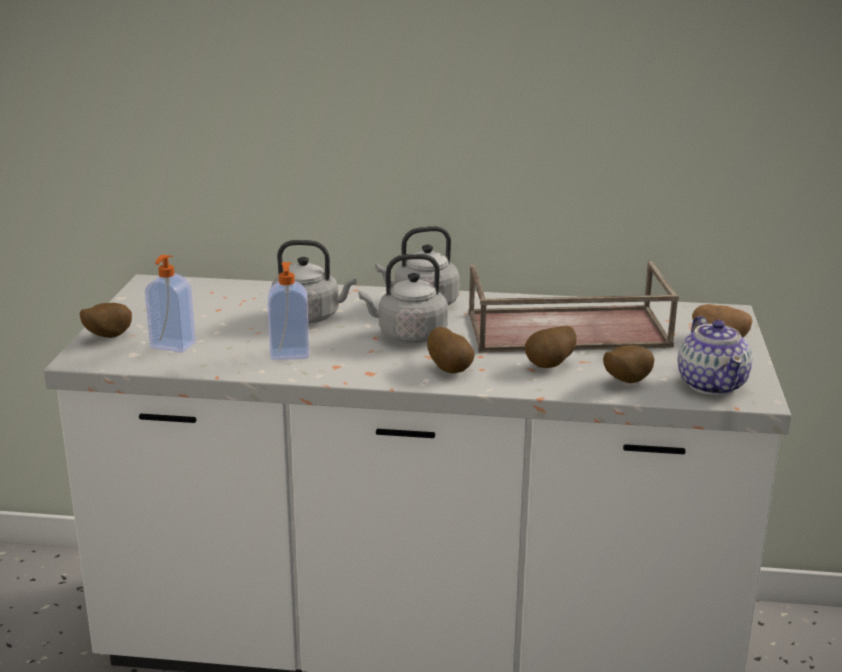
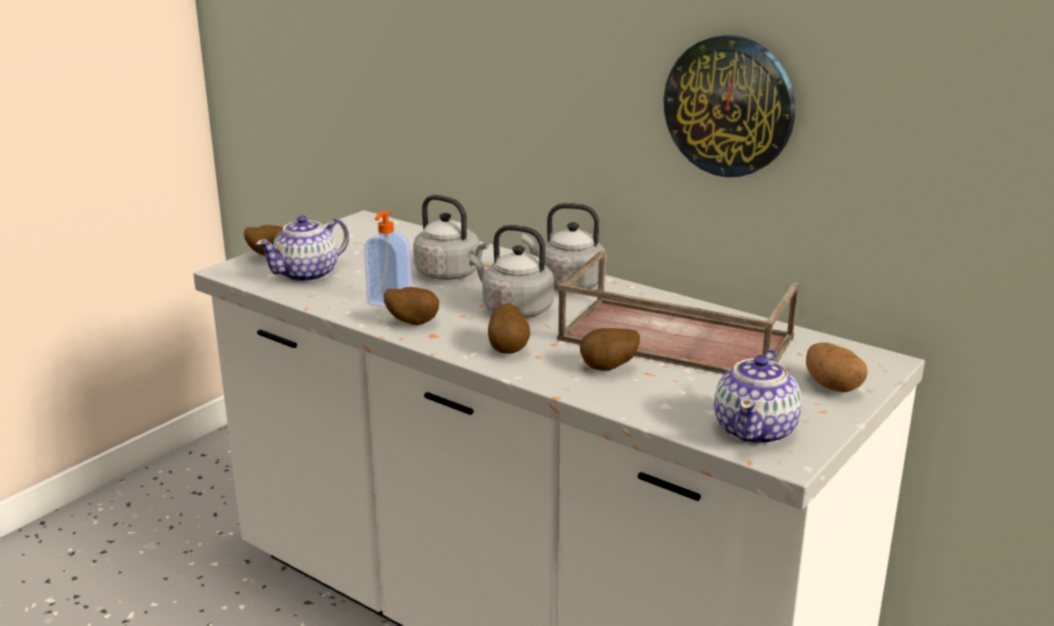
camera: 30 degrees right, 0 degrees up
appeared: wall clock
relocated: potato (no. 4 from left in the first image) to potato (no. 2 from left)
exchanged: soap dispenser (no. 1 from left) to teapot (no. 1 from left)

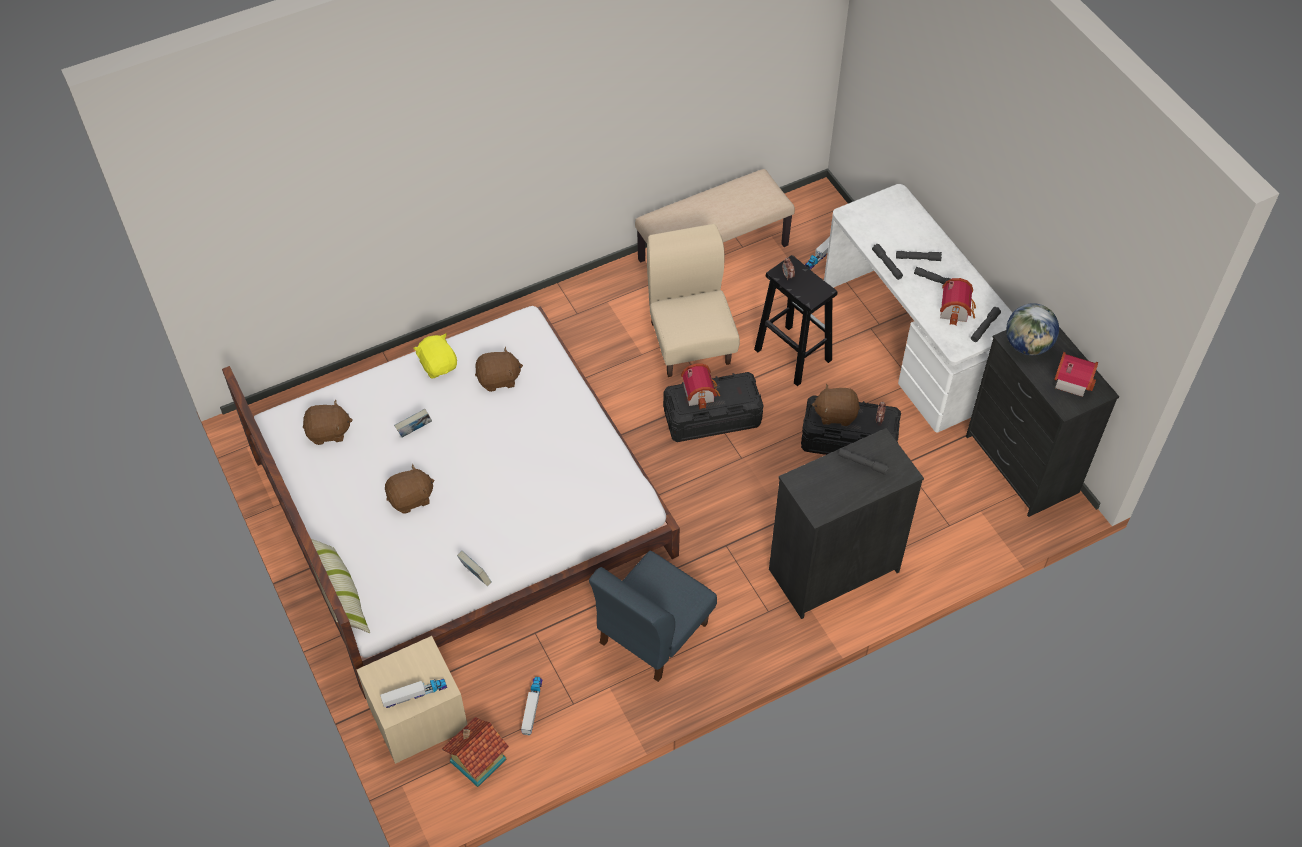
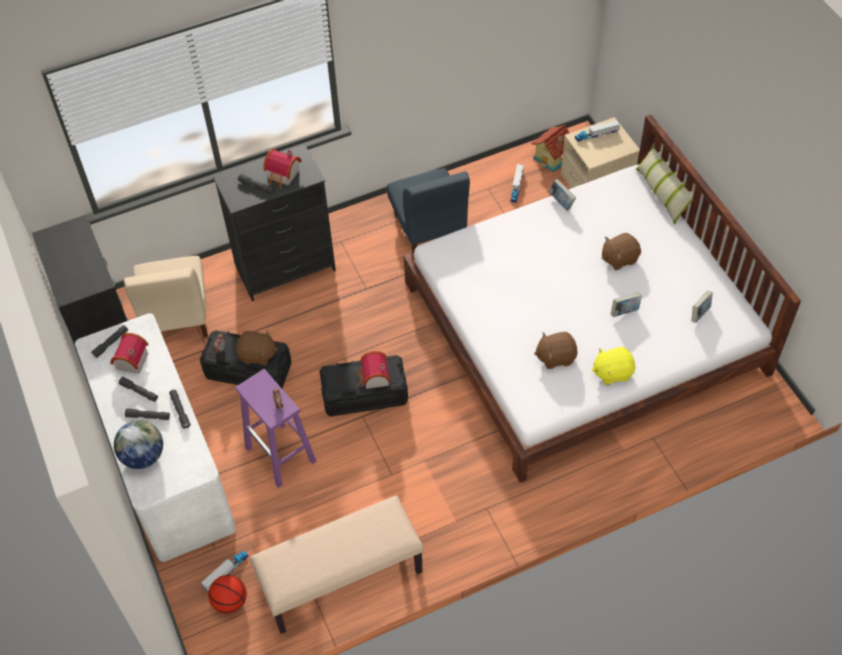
camera: 175 degrees left, 0 degrees up
appeared: basketball
relocated: beige chair; globe; toy house (no. 4 from left in the first image) to toy house (no. 2 from left)
exchanged: brown plush toy (no. 1 from left) to book (no. 3 from left)
colour: black stool to purple stool
spun: yellow plush toy 105 degrees clockwise; blue chair 120 degrees clockwise

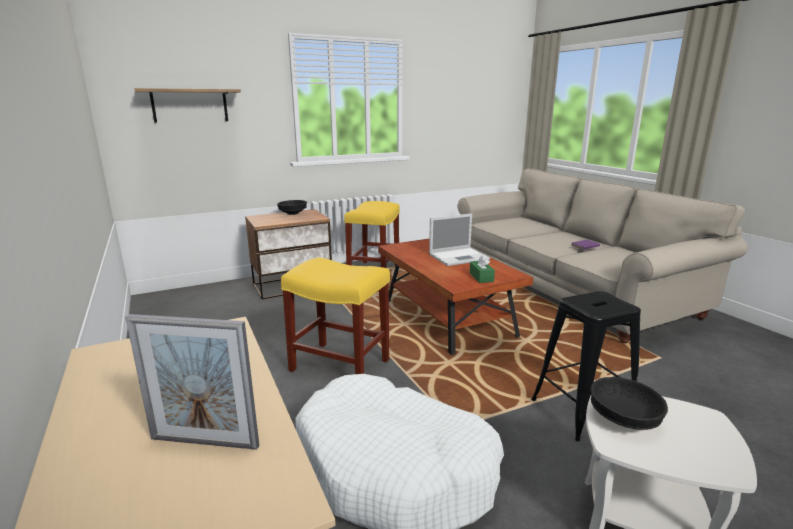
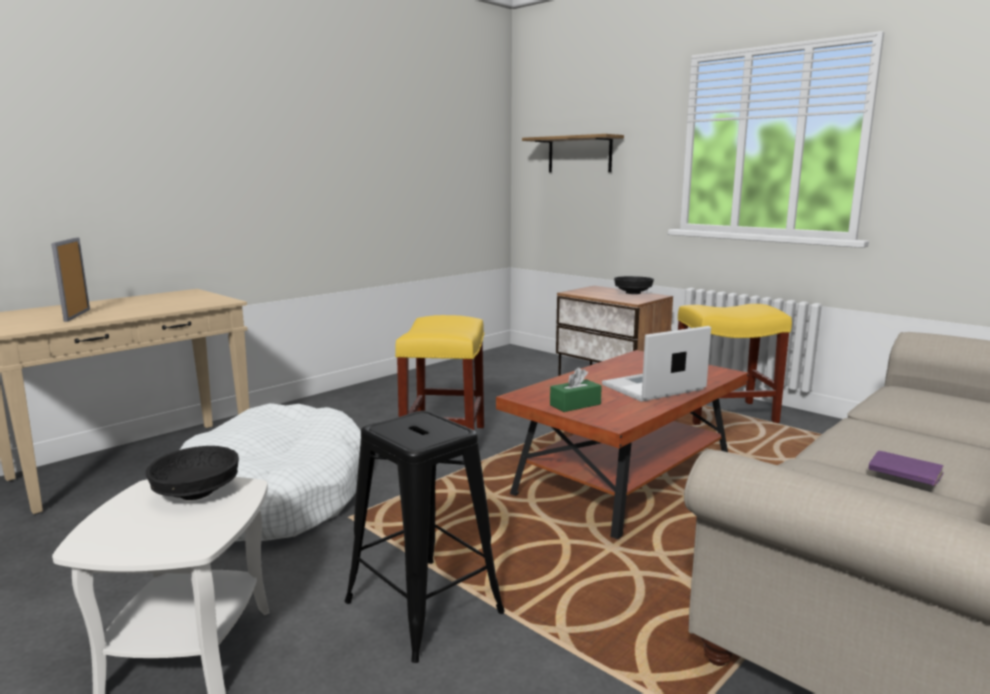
camera: 70 degrees right, 5 degrees down
spun: laptop 105 degrees clockwise

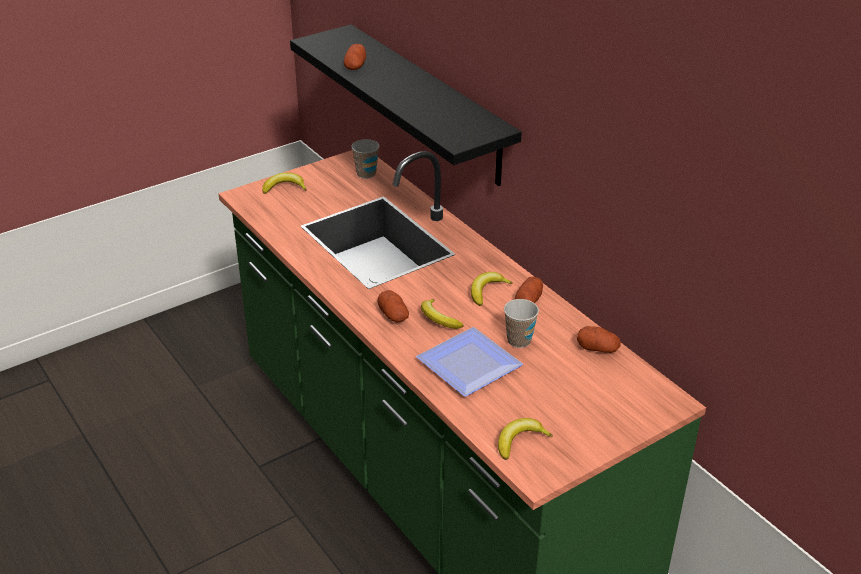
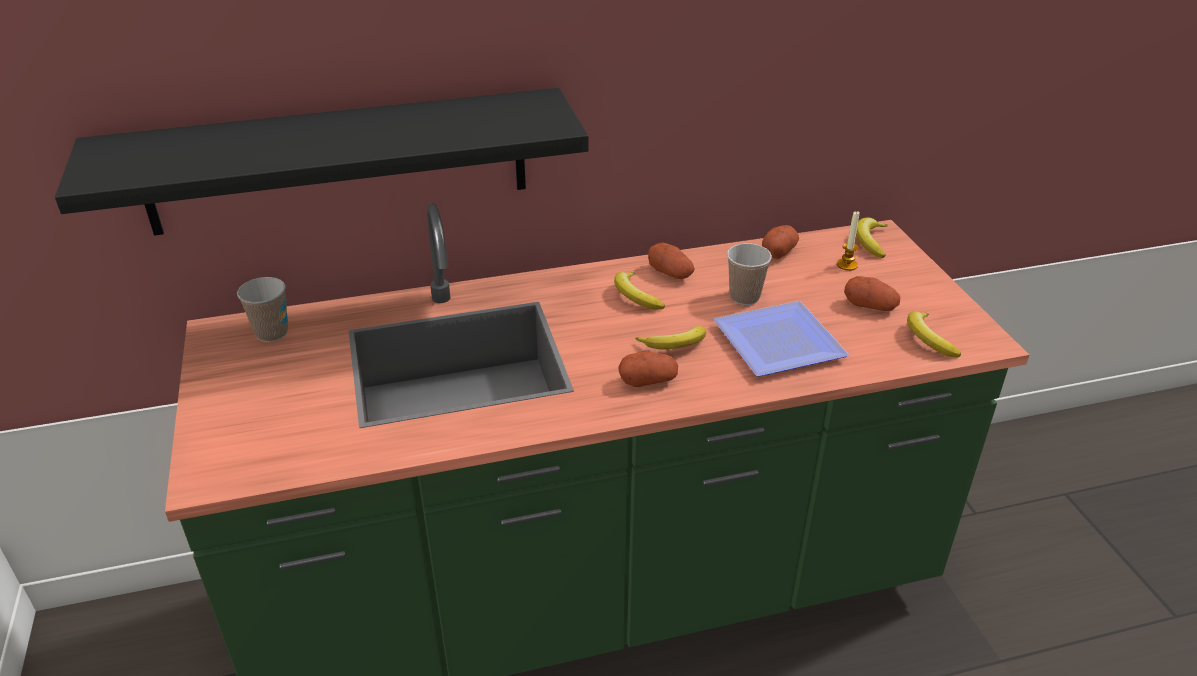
camera: 70 degrees left, 0 degrees up
appeared: candle
relocated: potato (no. 1 from left in the first image) to potato (no. 4 from left); banana (no. 1 from left in the first image) to banana (no. 3 from left)

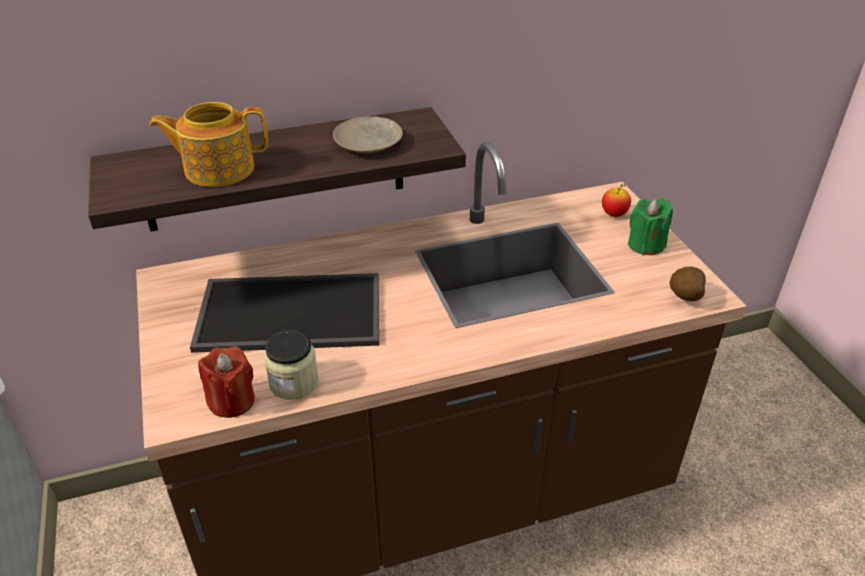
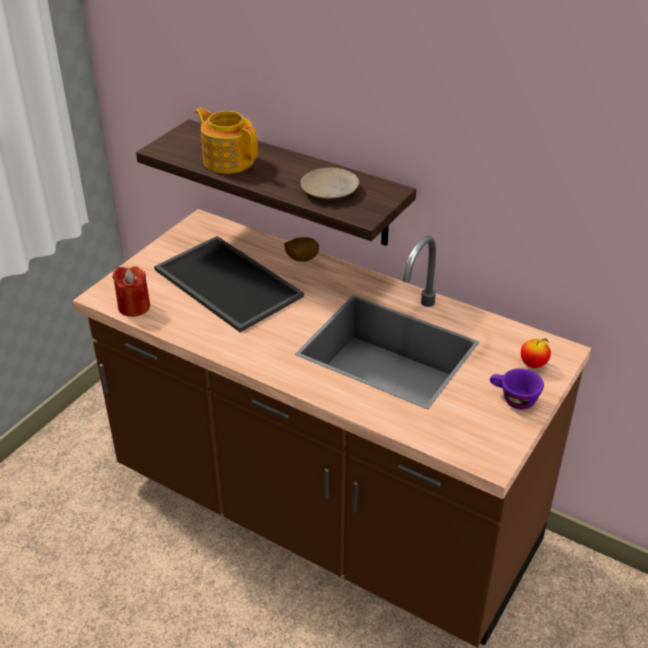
camera: 50 degrees right, 0 degrees up
missing: jar
relocated: potato
exchanged: green candle to purple cup

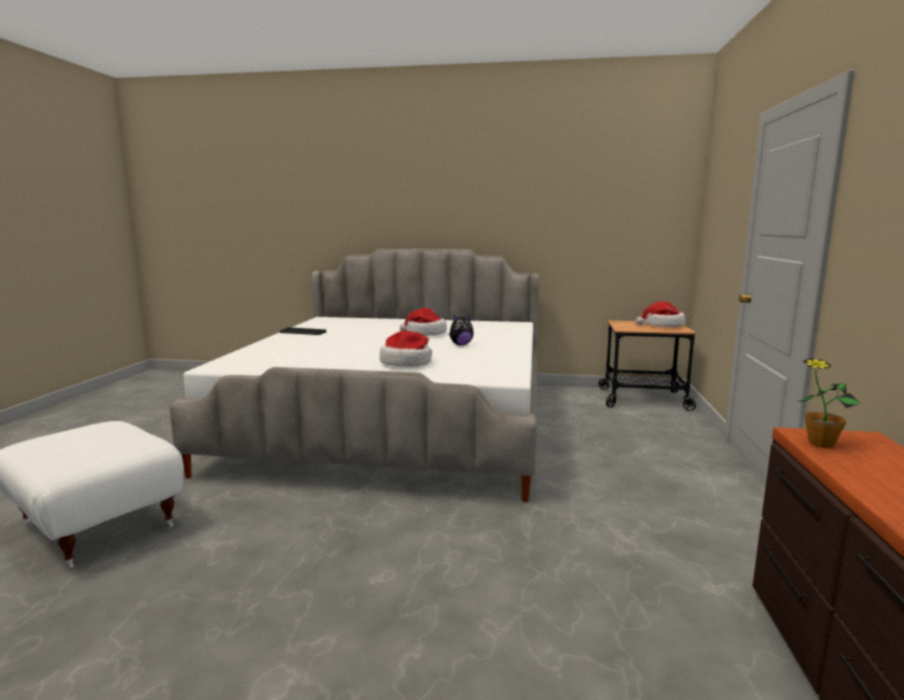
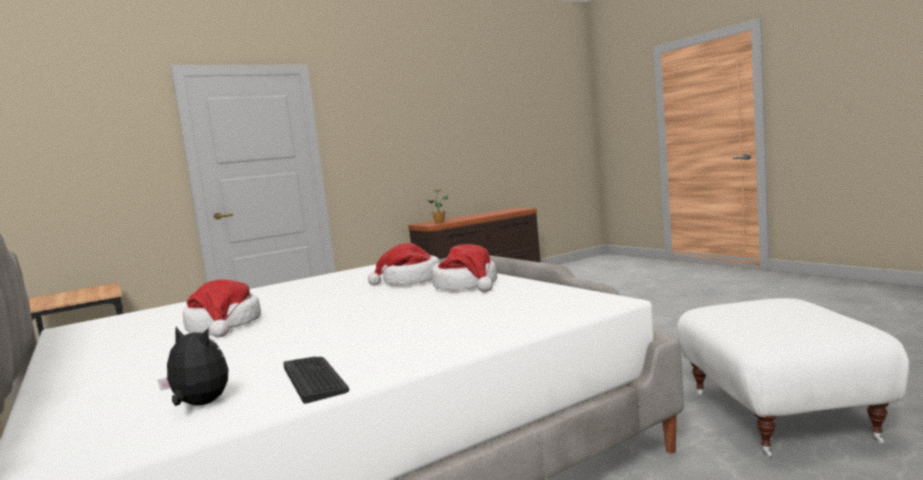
camera: 130 degrees left, 5 degrees down
relocated: hat (no. 3 from left); plush toy

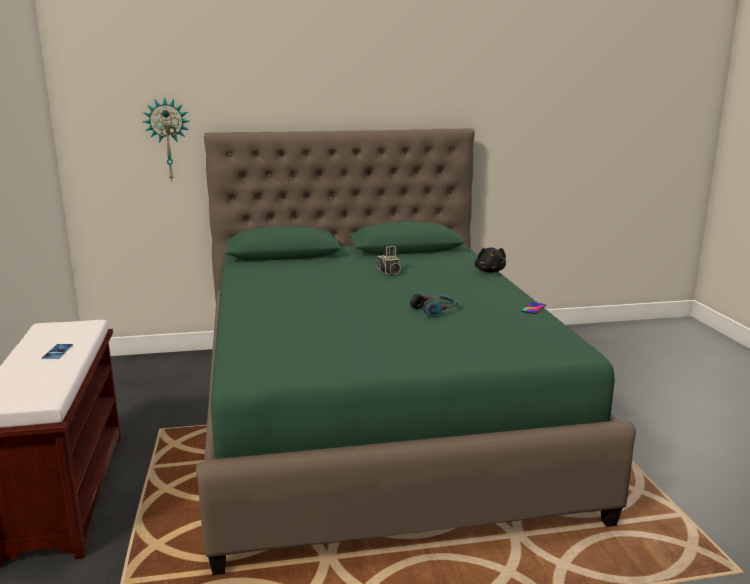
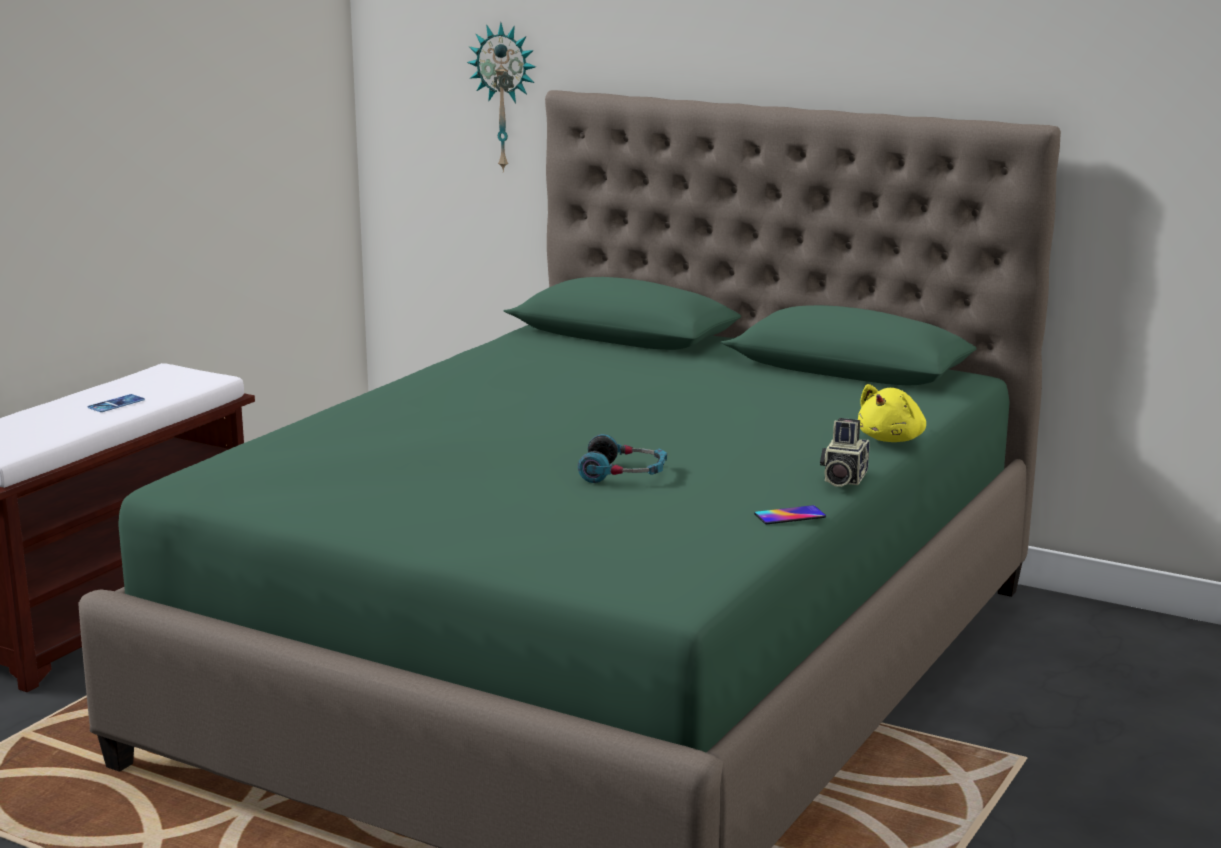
camera: 40 degrees right, 0 degrees up
relocated: photo camera
colour: black plush toy to yellow plush toy

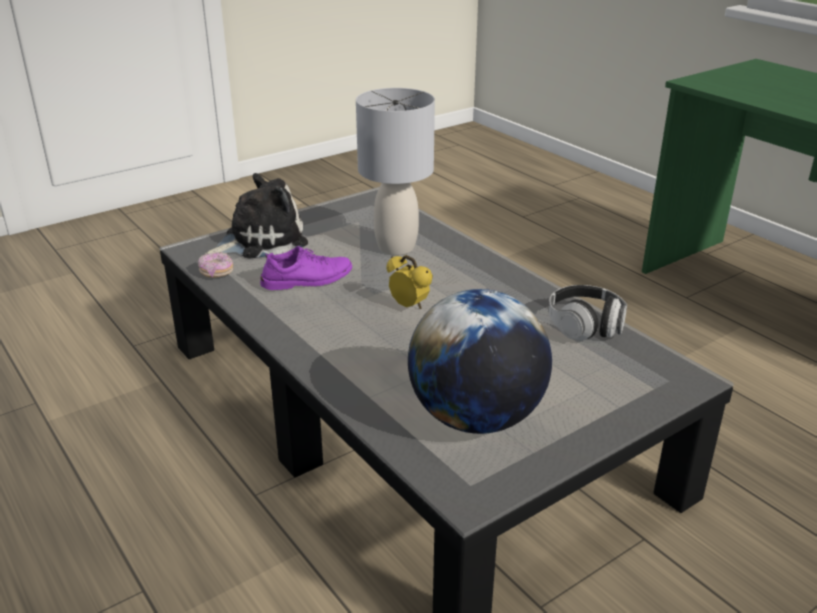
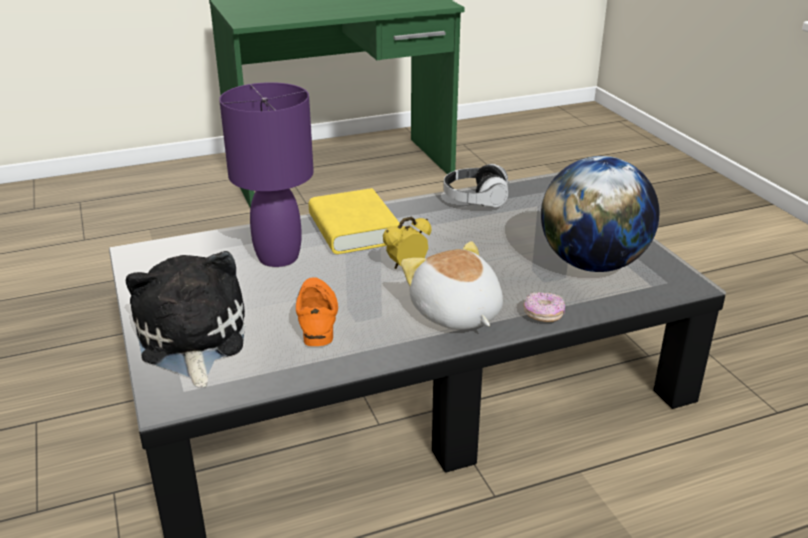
camera: 75 degrees left, 0 degrees up
appeared: yellow book; plush toy (no. 2 from left)
relocated: donut
colour: grey table lamp to purple table lamp; purple shoe to orange shoe

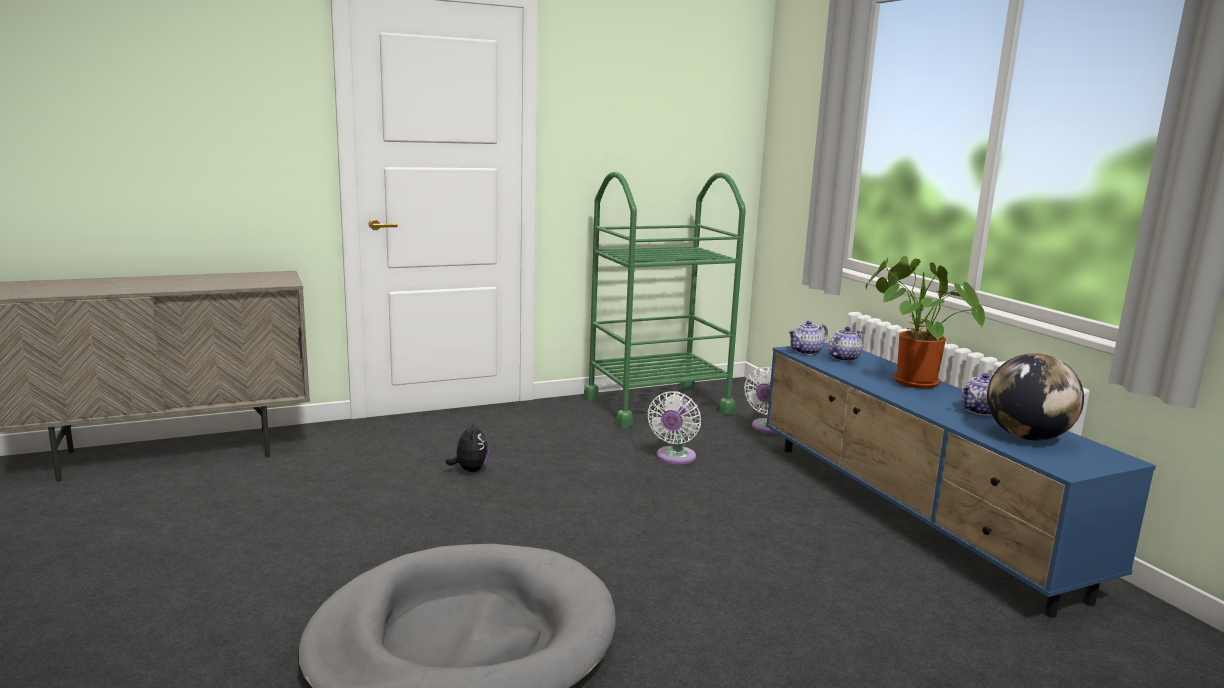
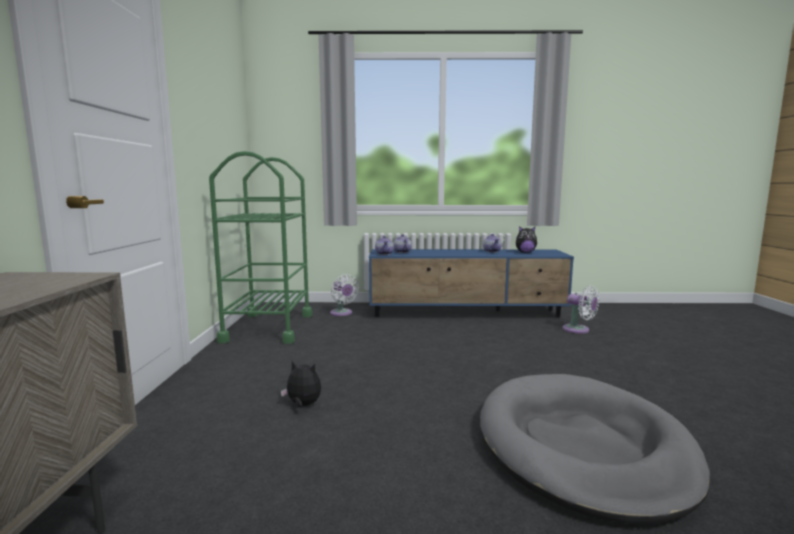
camera: 65 degrees left, 5 degrees down
missing: potted plant
relocated: white fan (no. 1 from left in the first image) to white fan (no. 2 from left)
exchanged: globe to plush toy (no. 2 from left)

